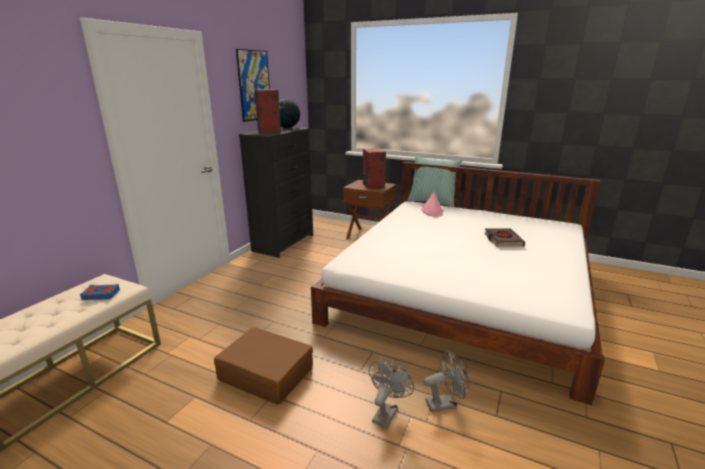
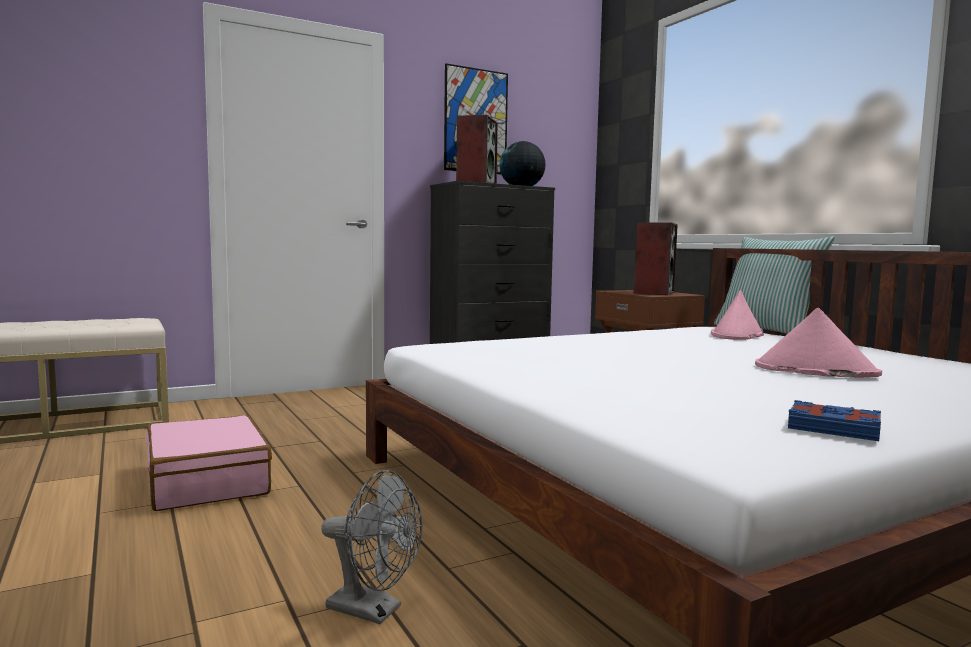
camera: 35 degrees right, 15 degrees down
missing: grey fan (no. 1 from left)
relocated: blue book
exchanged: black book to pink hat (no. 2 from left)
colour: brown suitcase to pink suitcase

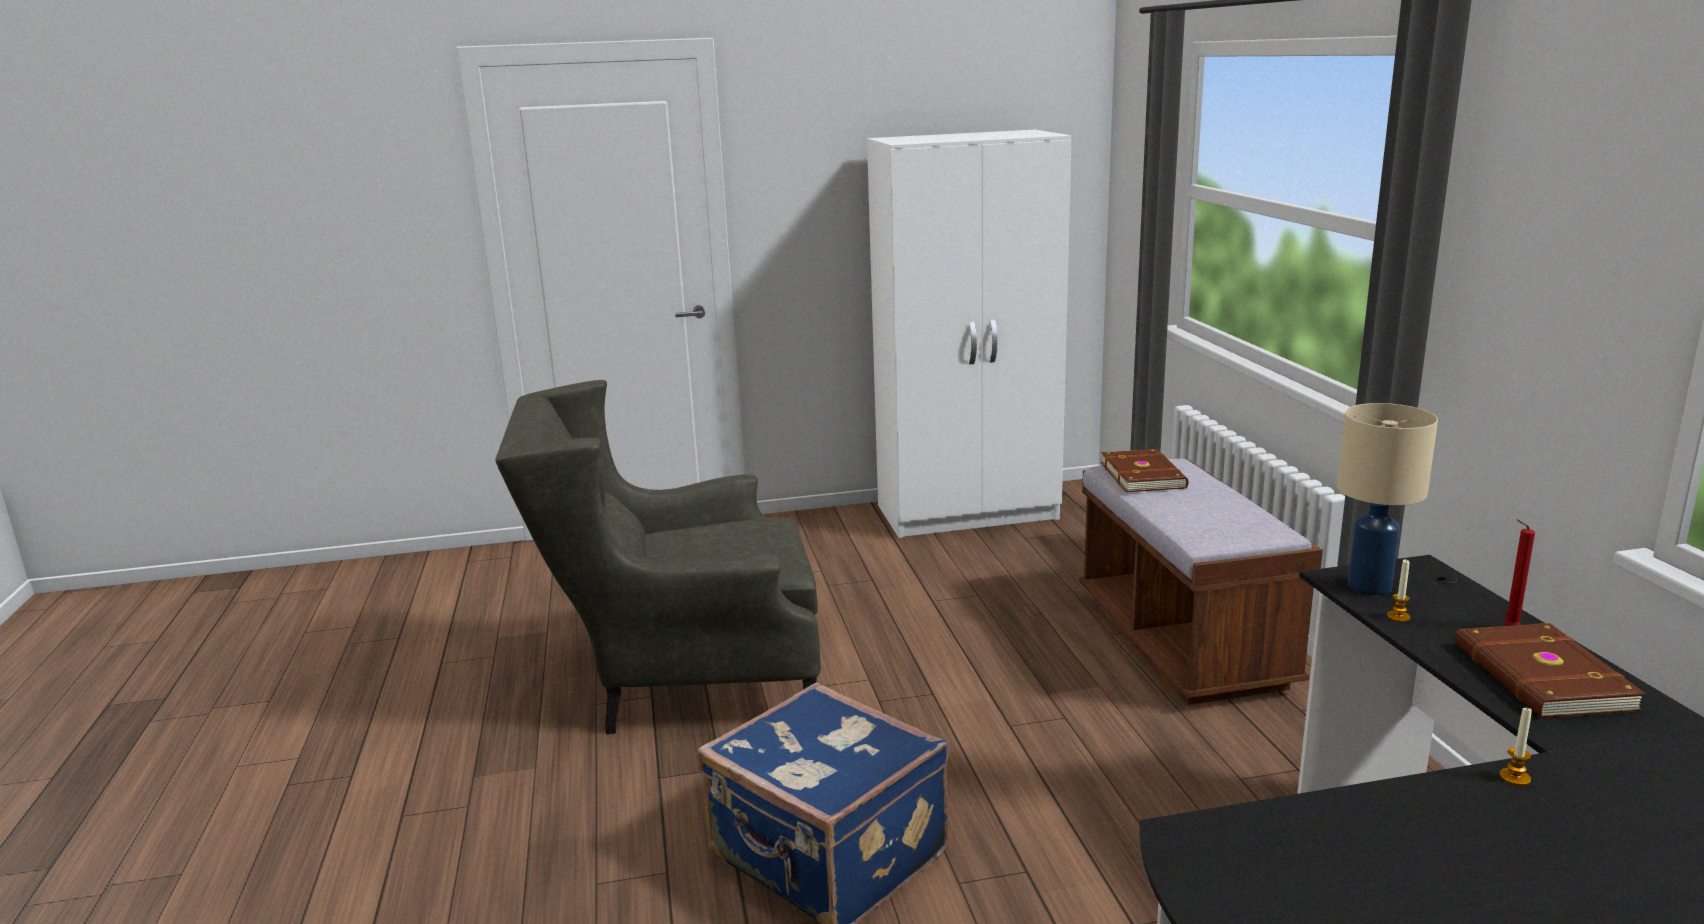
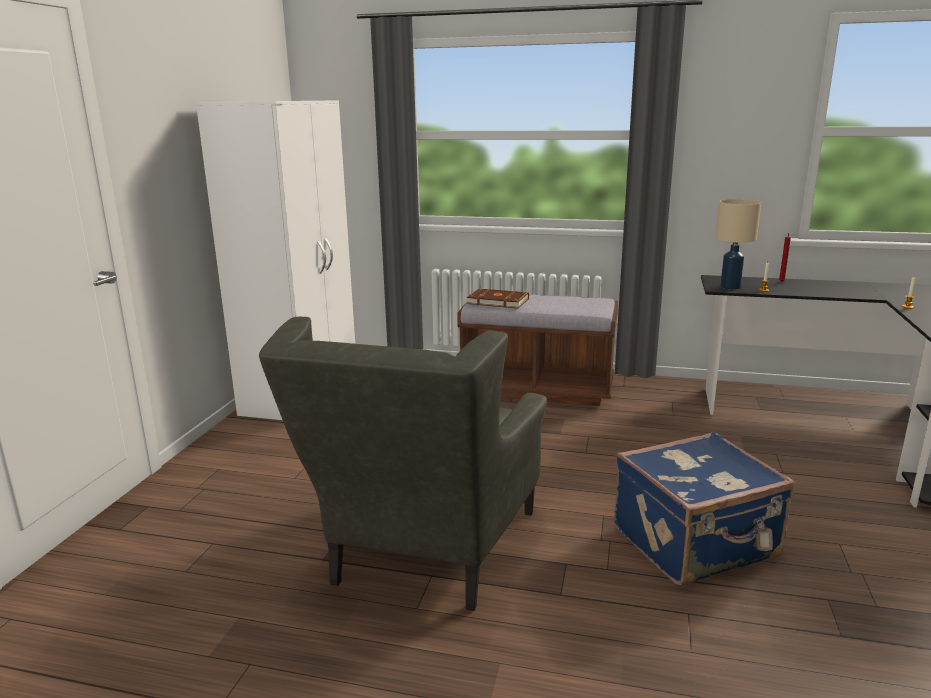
camera: 65 degrees left, 0 degrees up
missing: brown book (no. 2 from left)

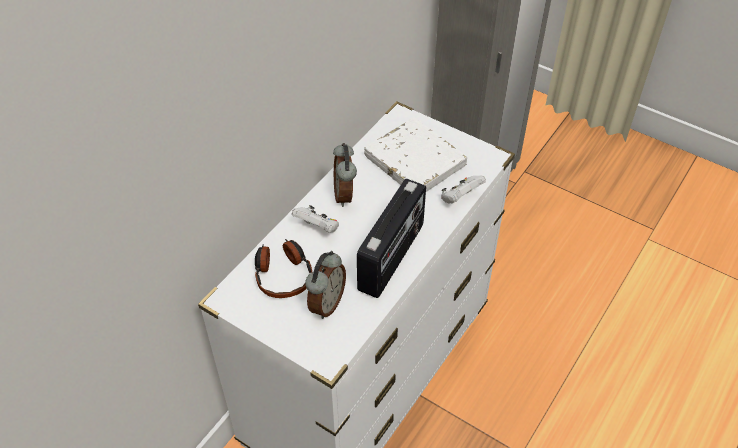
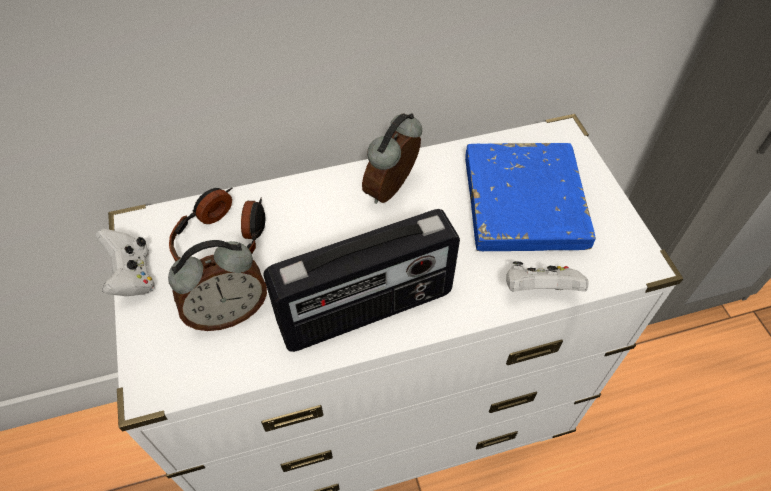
camera: 40 degrees right, 5 degrees up
relocated: white game controller (no. 1 from left)
colour: white book to blue book

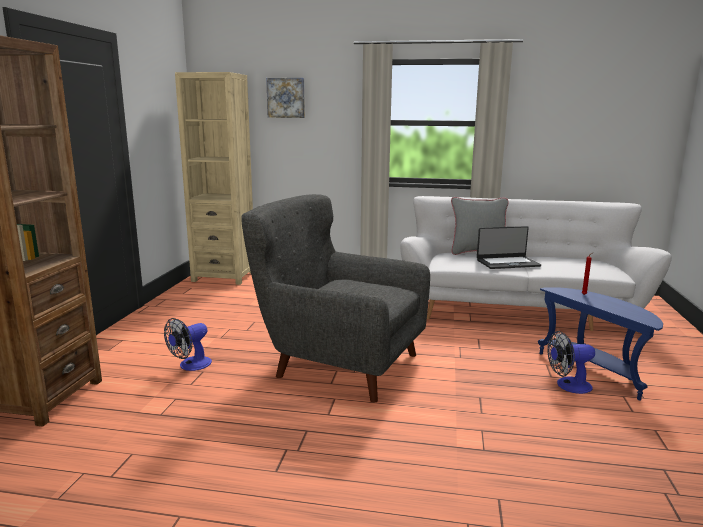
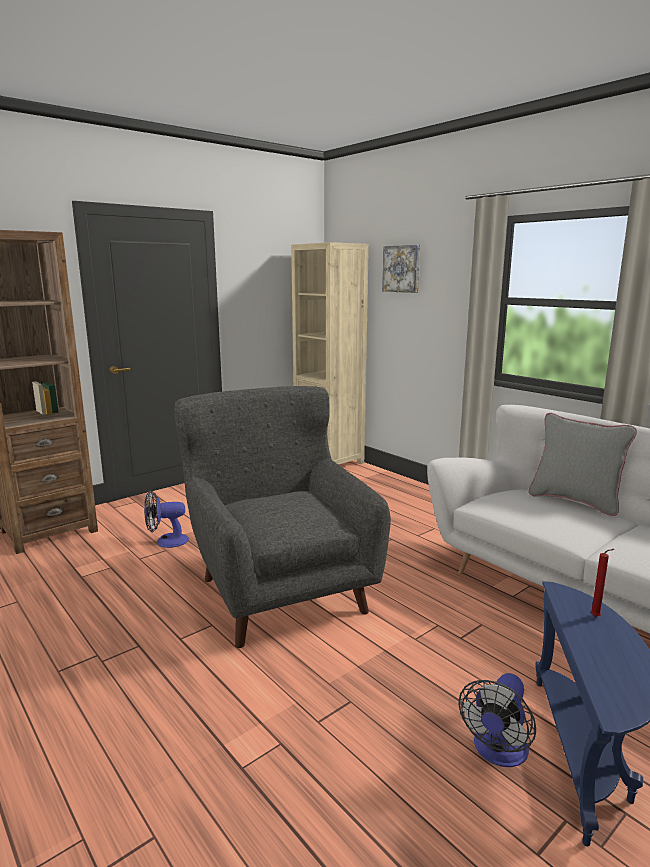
camera: 40 degrees right, 0 degrees up
missing: laptop
spun: fan (no. 2 from left) 90 degrees counterclockwise

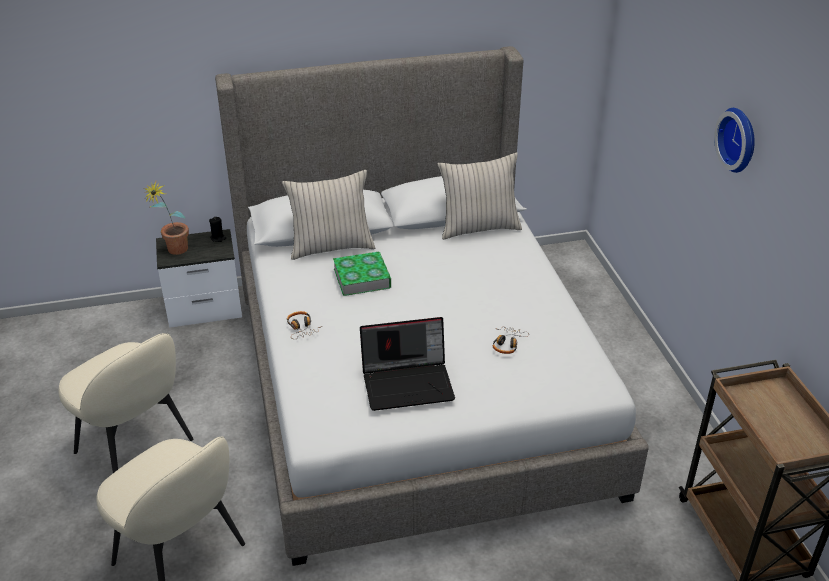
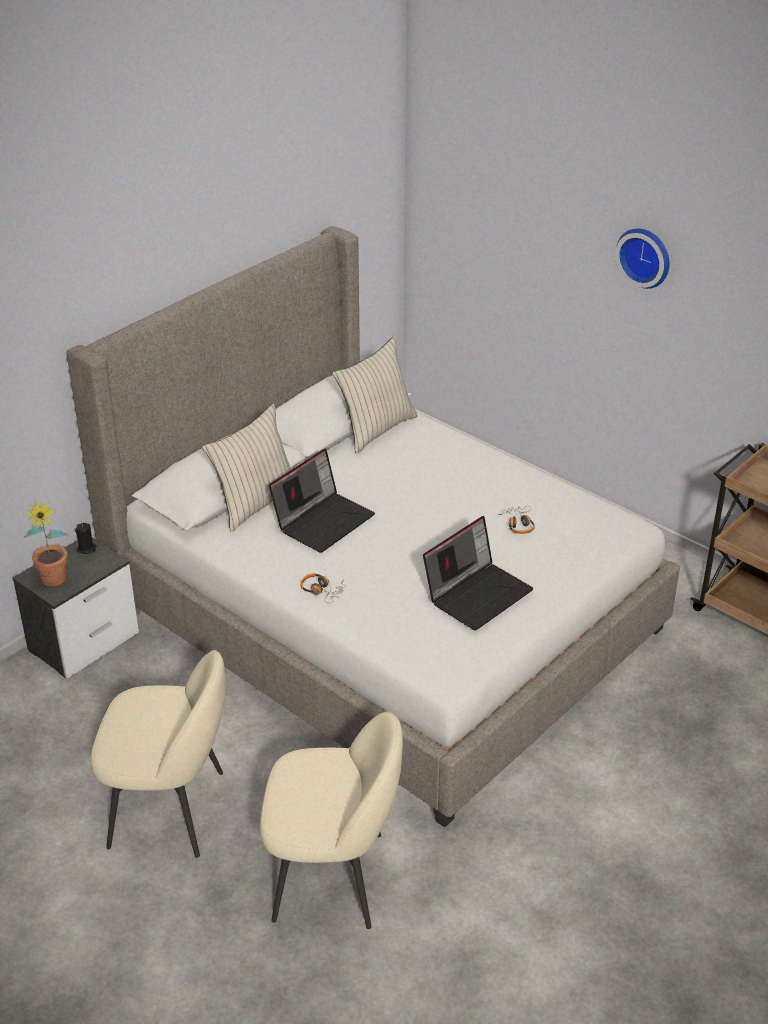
camera: 35 degrees left, 0 degrees up
exchanged: book to laptop (no. 1 from left)

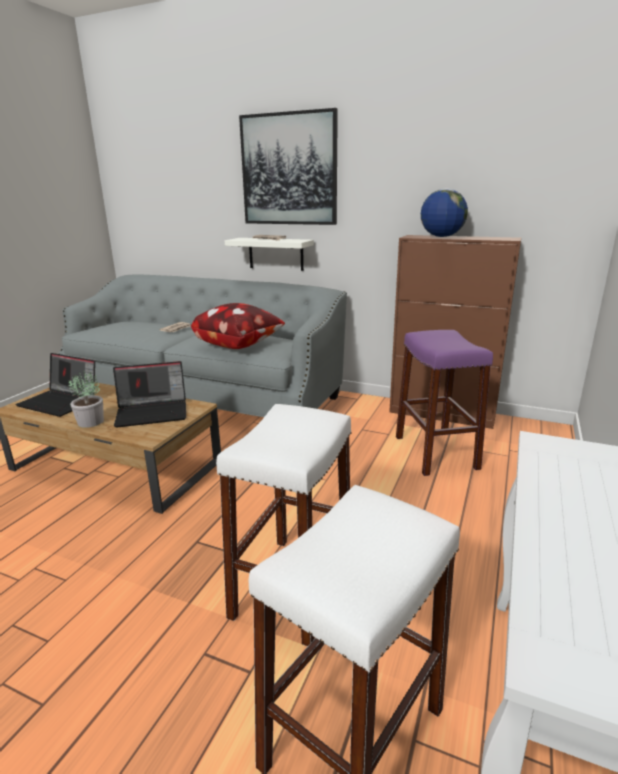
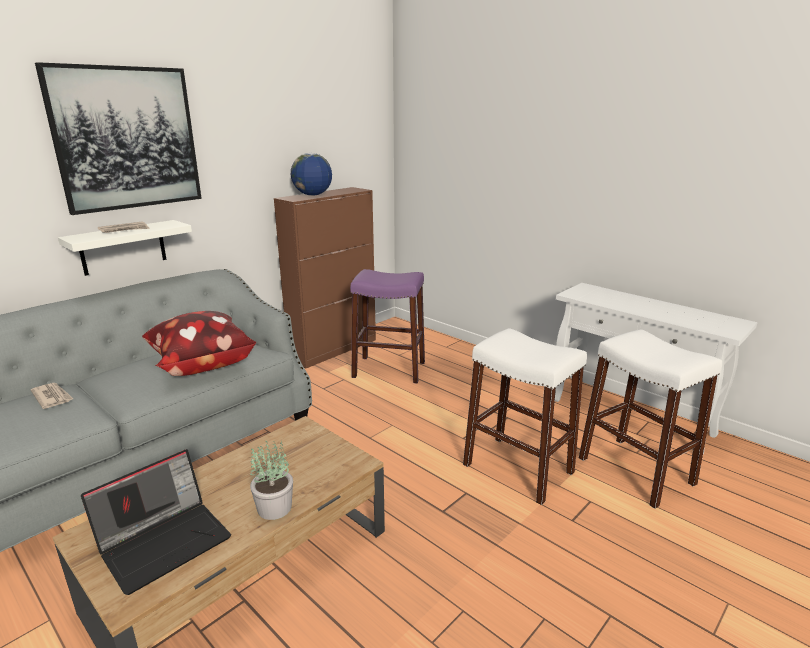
camera: 70 degrees left, 0 degrees up
missing: laptop (no. 2 from left)

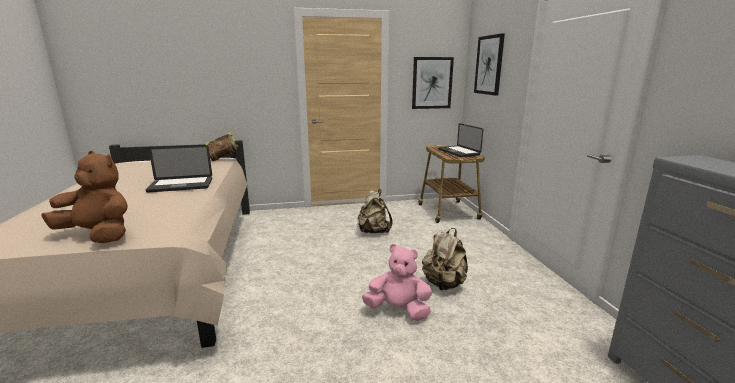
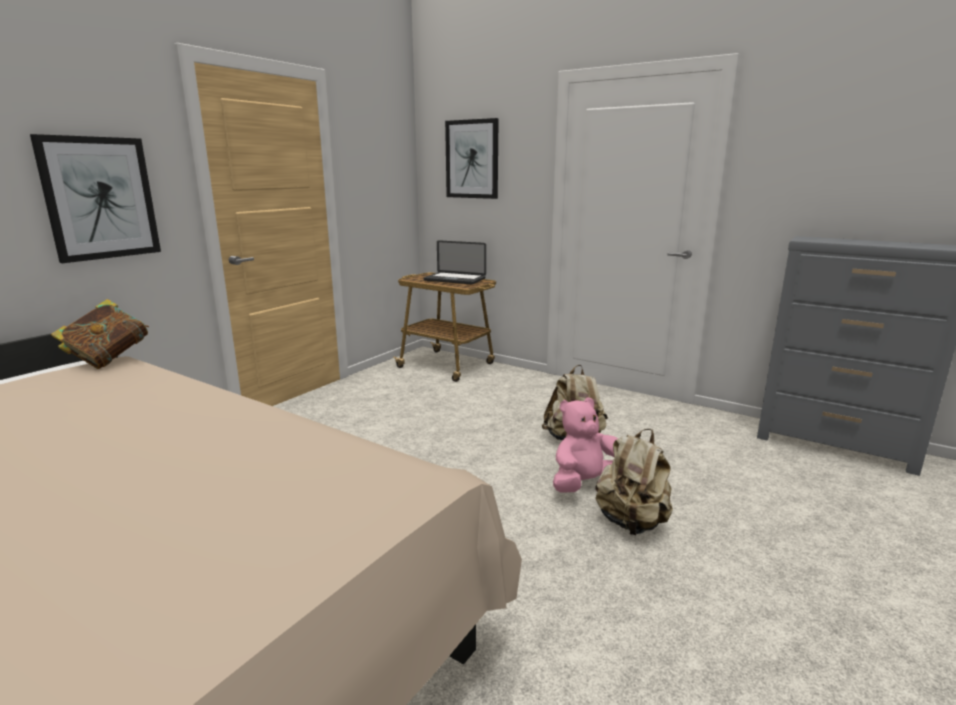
camera: 45 degrees left, 0 degrees up
missing: laptop (no. 1 from left); brown plush toy
relocated: picture (no. 1 from left); beige backpack (no. 1 from left in the first image) to beige backpack (no. 2 from left)

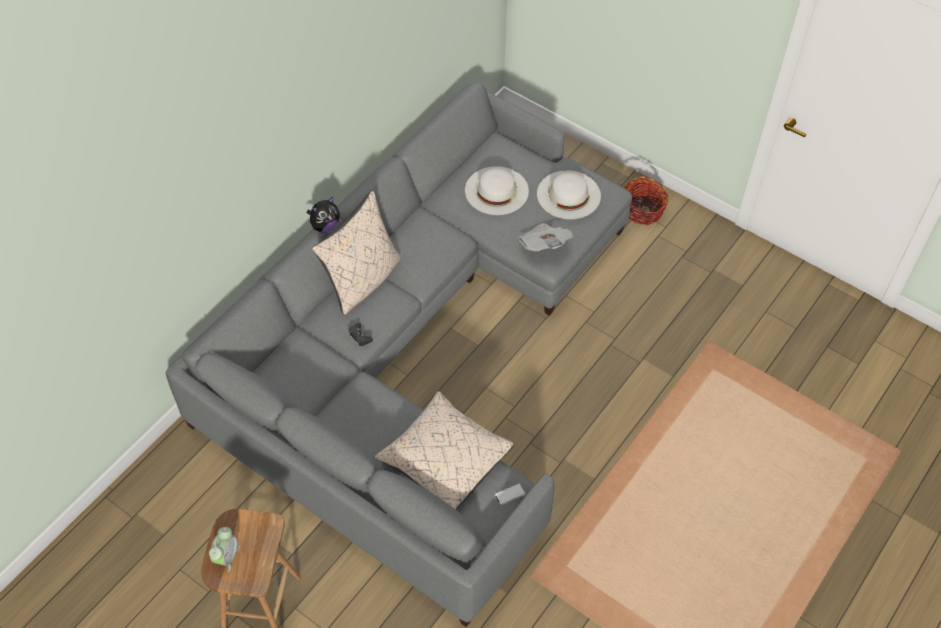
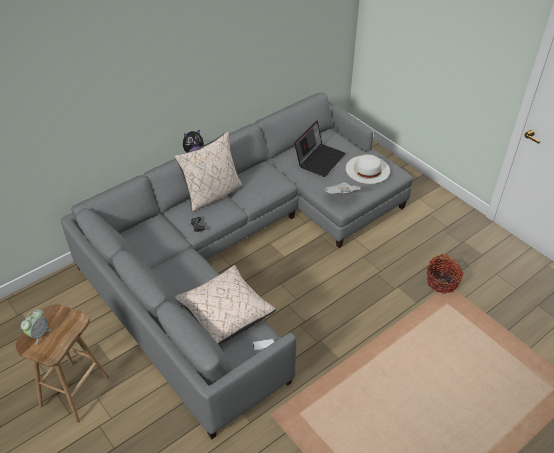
camera: 15 degrees right, 10 degrees down
relocated: basket
exchanged: white hat (no. 1 from left) to laptop

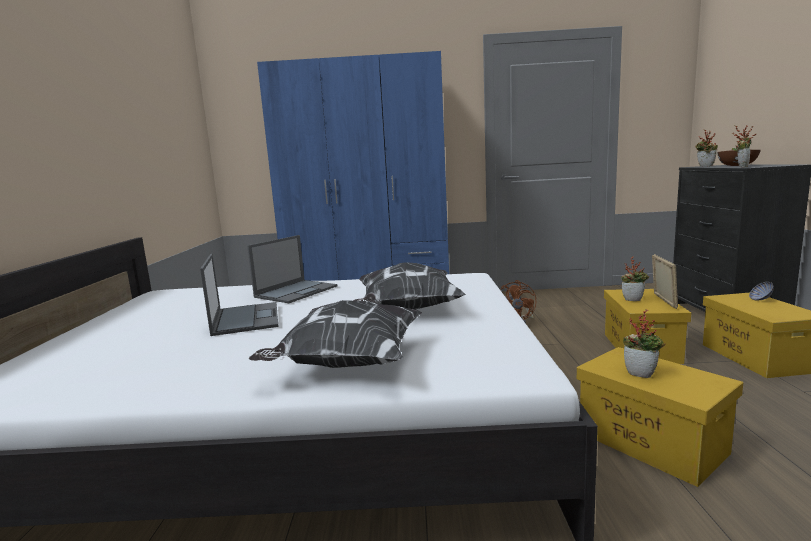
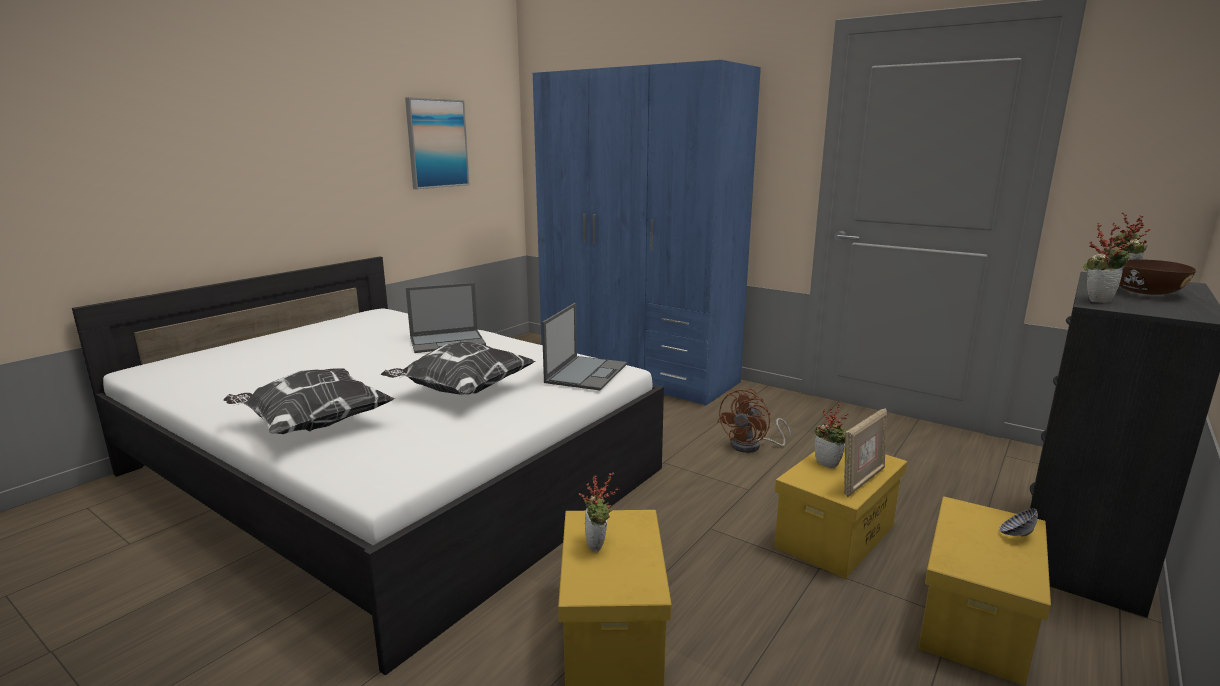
camera: 35 degrees right, 5 degrees up
appeared: picture
relocated: laptop (no. 1 from left in the first image) to laptop (no. 2 from left)

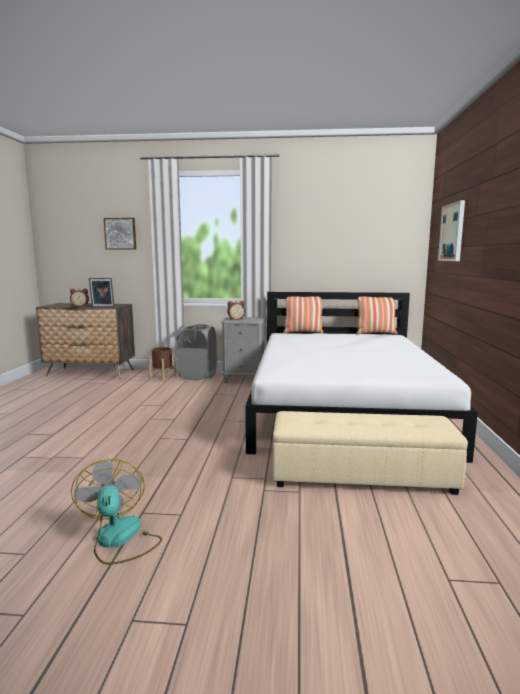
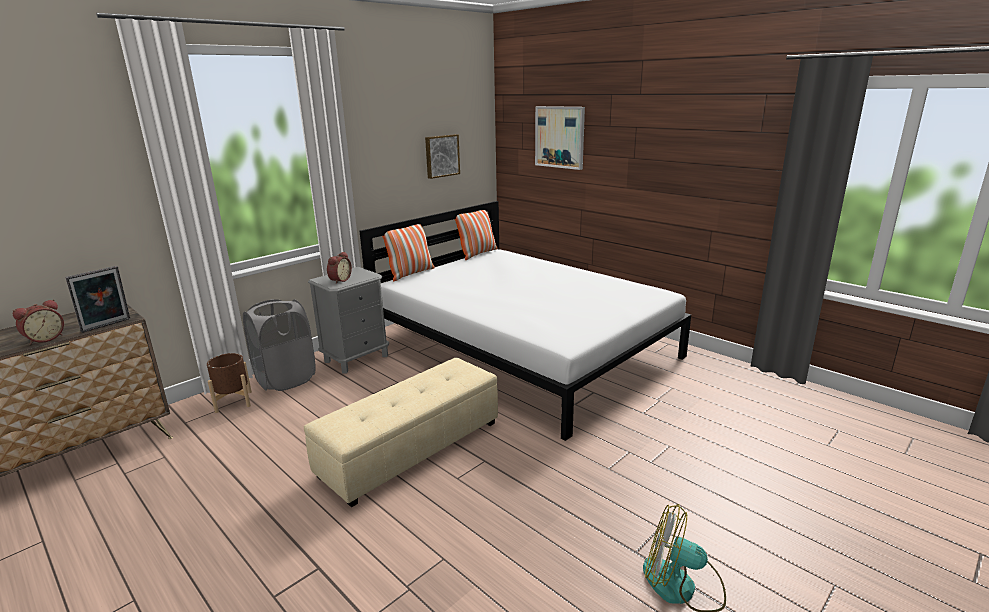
camera: 50 degrees left, 10 degrees up
relocated: picture (no. 1 from left); beige ottoman

